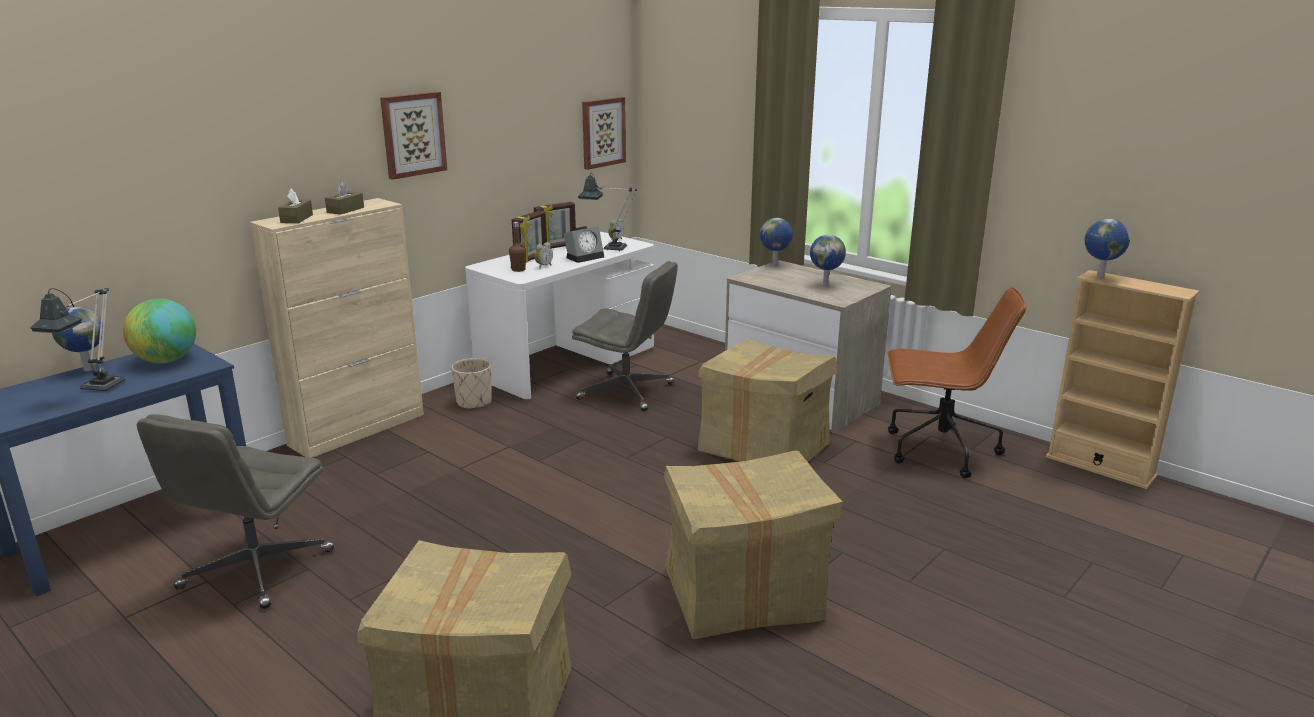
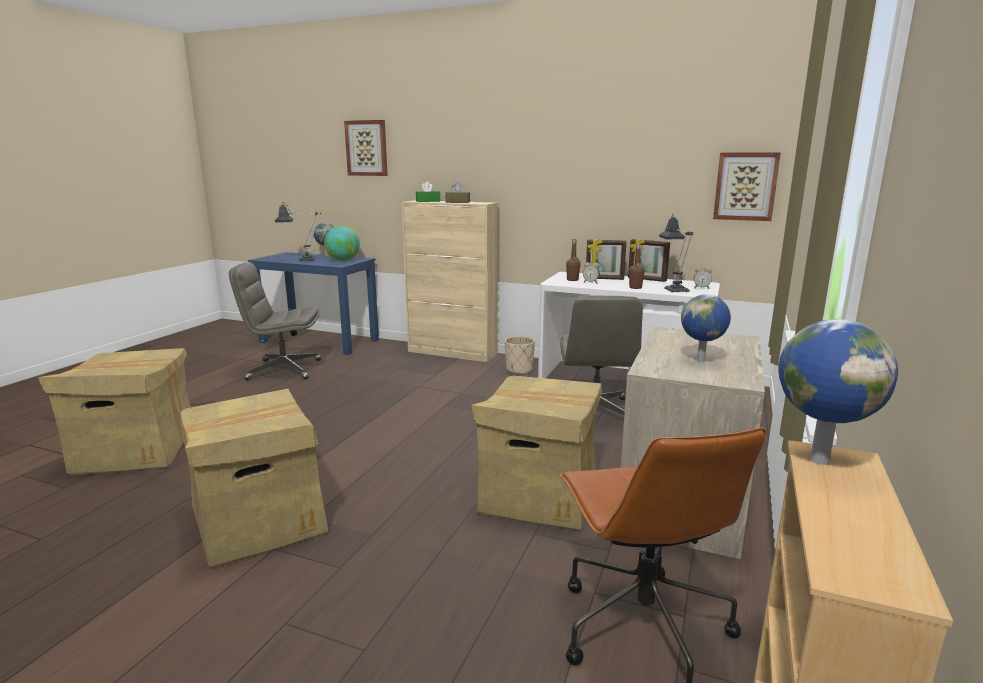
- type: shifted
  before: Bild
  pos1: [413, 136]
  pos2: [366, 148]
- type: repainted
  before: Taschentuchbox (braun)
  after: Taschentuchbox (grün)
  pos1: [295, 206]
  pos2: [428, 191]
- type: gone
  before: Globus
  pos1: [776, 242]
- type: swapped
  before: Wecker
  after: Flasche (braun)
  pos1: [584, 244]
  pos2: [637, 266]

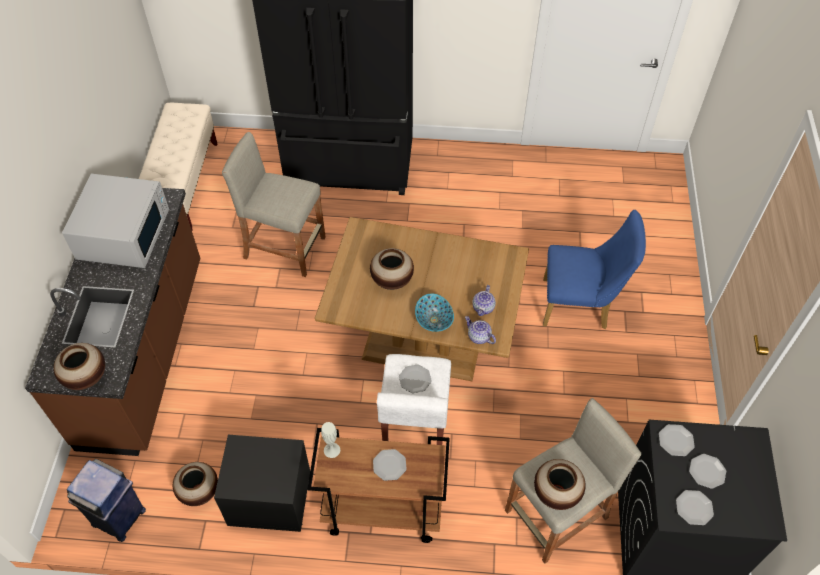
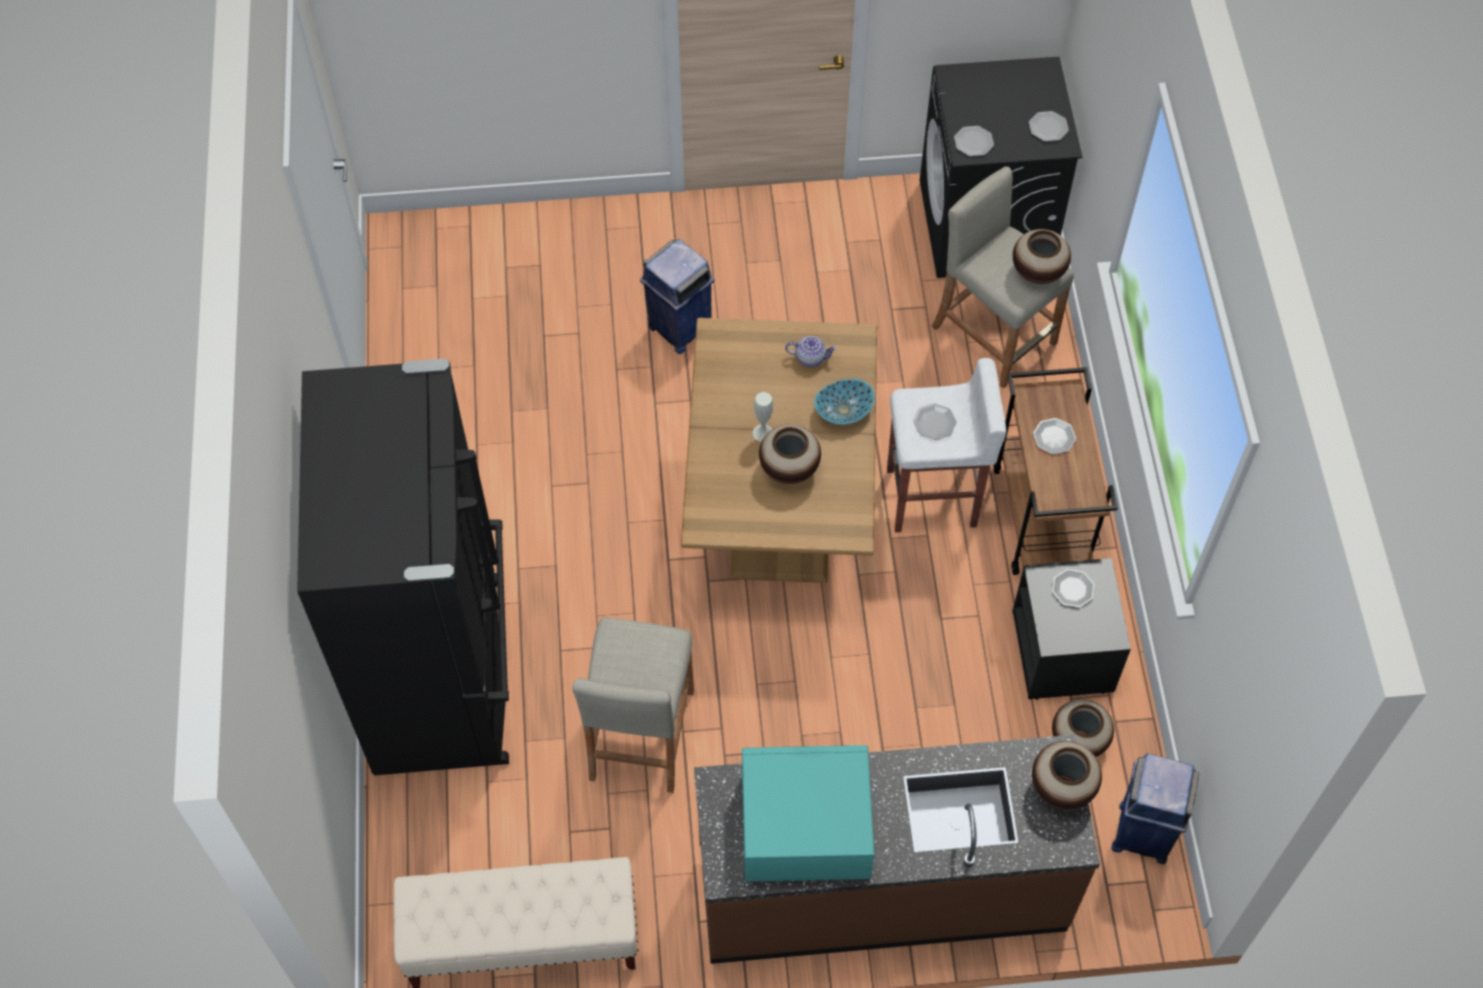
- type: repainted
  before: Mikrowelle (weiß)
  after: Mikrowelle (türkis)
  pos1: [115, 221]
  pos2: [808, 813]
- type: swapped
  before: Stuhl (blau)
  after: Mülleimer (blau)
  pos1: [594, 269]
  pos2: [677, 296]
- type: gone
  before: Teekanne
  pos1: [480, 330]
- type: shifted
  before: Vase (weiß)
  pos1: [330, 440]
  pos2: [763, 417]
- type: shifted
  before: Teller
  pos1: [707, 471]
  pos2: [1073, 588]

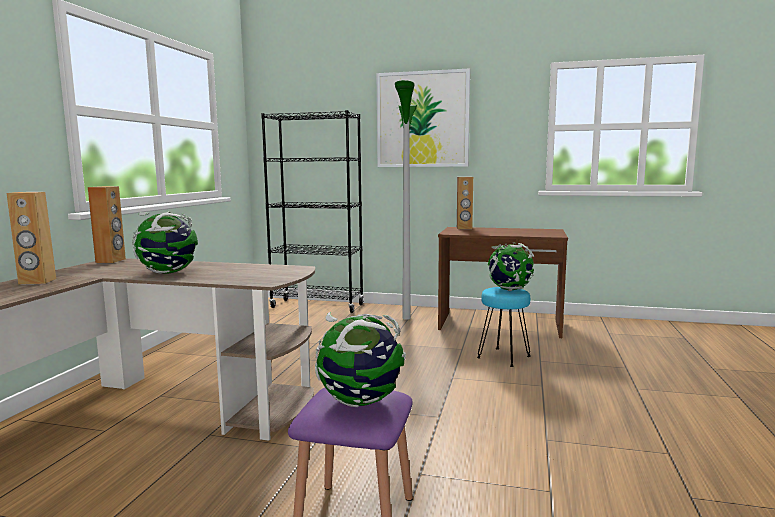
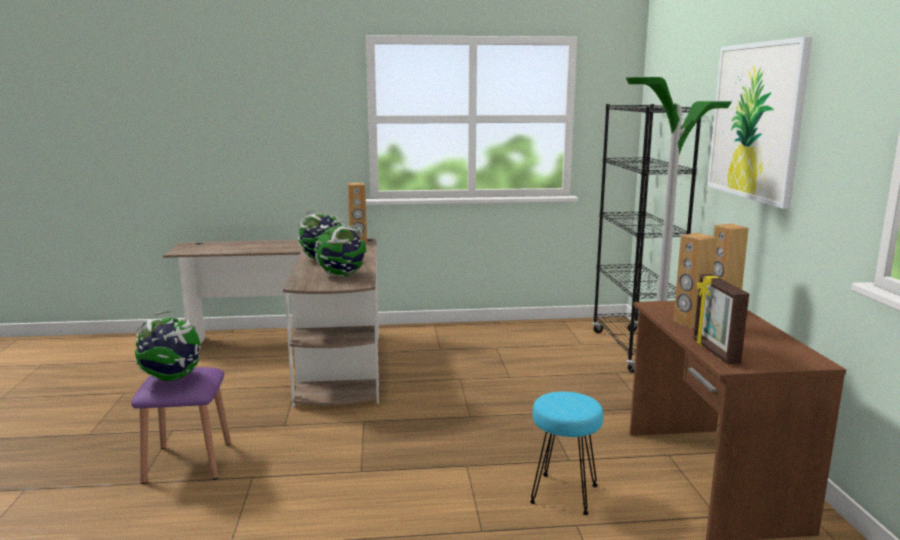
- type: shifted
  before: Lautsprecher (braun)
  pos1: [31, 238]
  pos2: [695, 281]
- type: shifted
  before: Globus
  pos1: [511, 267]
  pos2: [340, 250]
- type: new
  after: Bilderrahmen
  pos2: [721, 319]

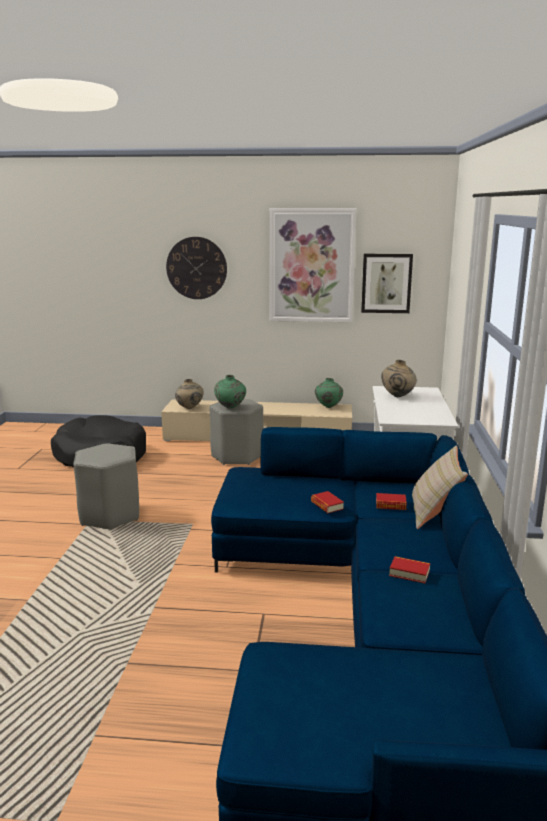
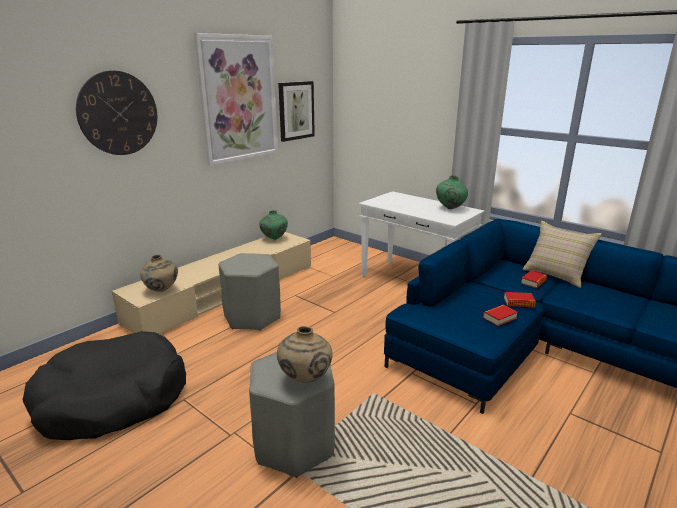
- type: shifted
  before: Vase (beige)
  pos1: [399, 378]
  pos2: [305, 354]
- type: shifted
  before: Vase (grün)
  pos1: [230, 391]
  pos2: [452, 192]
- type: shifted
  before: Buch
  pos1: [409, 570]
  pos2: [500, 315]

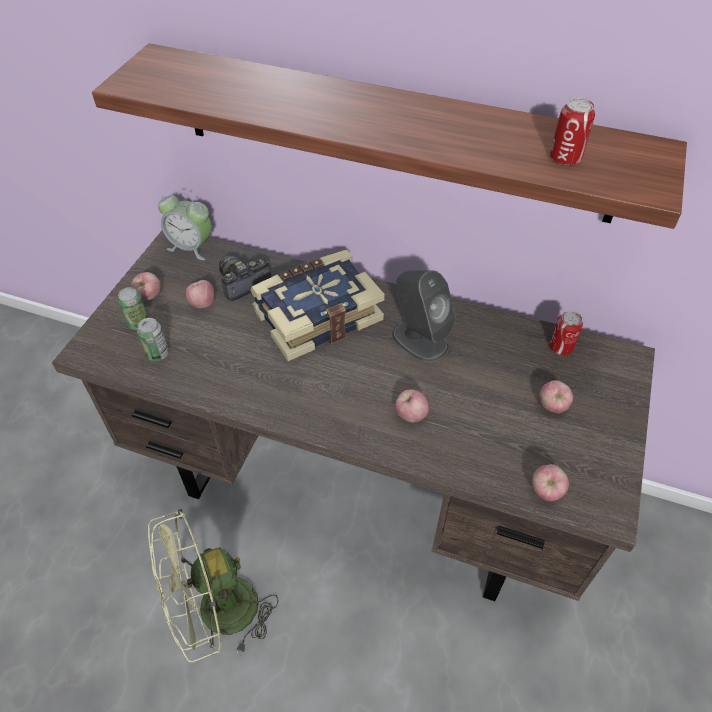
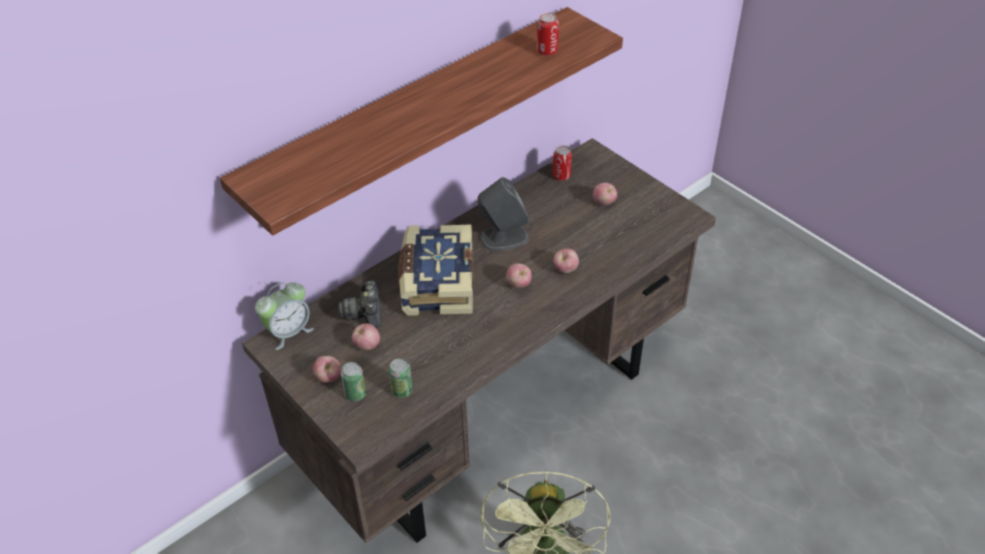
- type: shifted
  before: Apfel
  pos1: [550, 482]
  pos2: [519, 275]

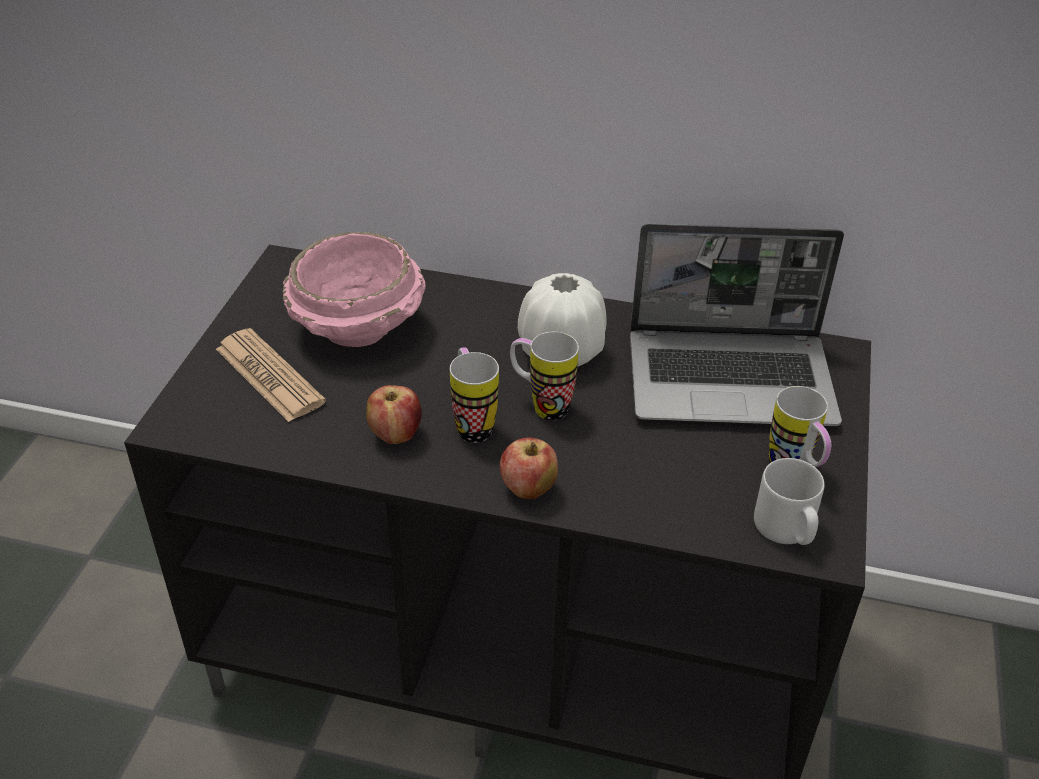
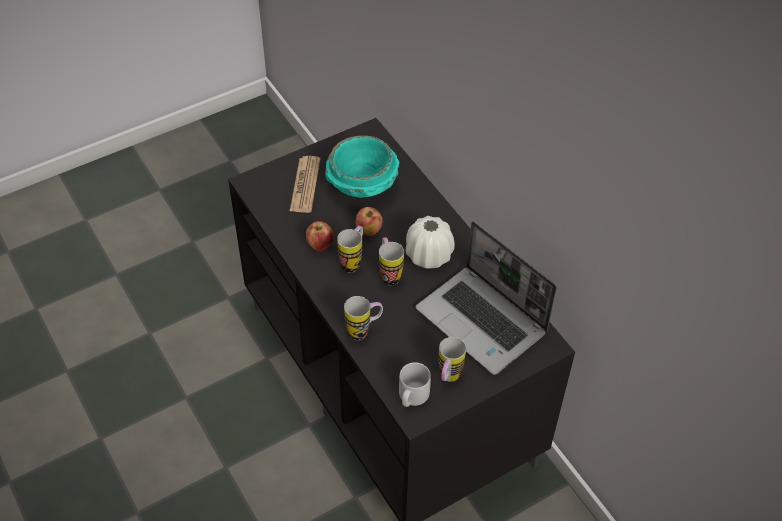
- type: repainted
  before: Schüssel (rosa)
  after: Schüssel (türkis)
  pos1: [354, 289]
  pos2: [362, 166]
- type: shifted
  before: Apfel
  pos1: [529, 468]
  pos2: [369, 221]
- type: new
  after: Henkelbecher
  pos2: [363, 318]

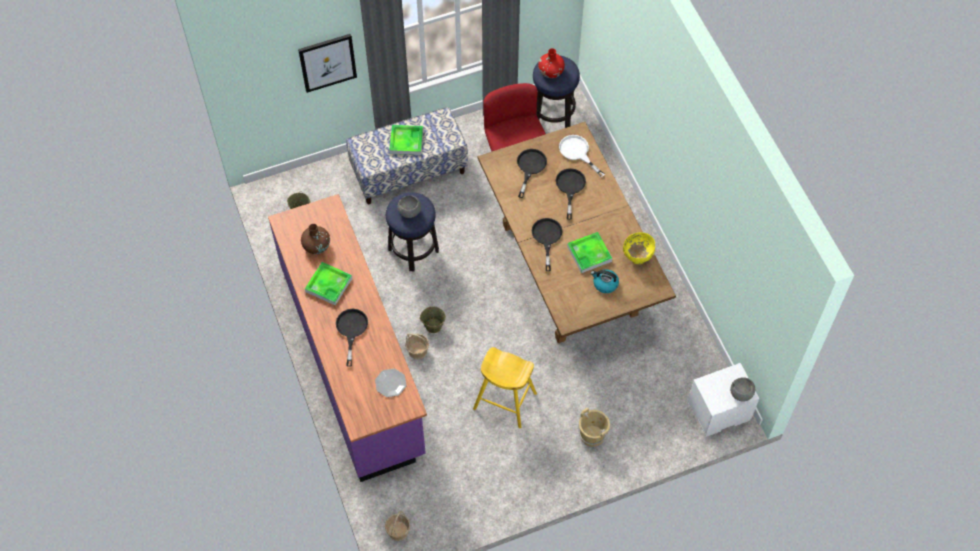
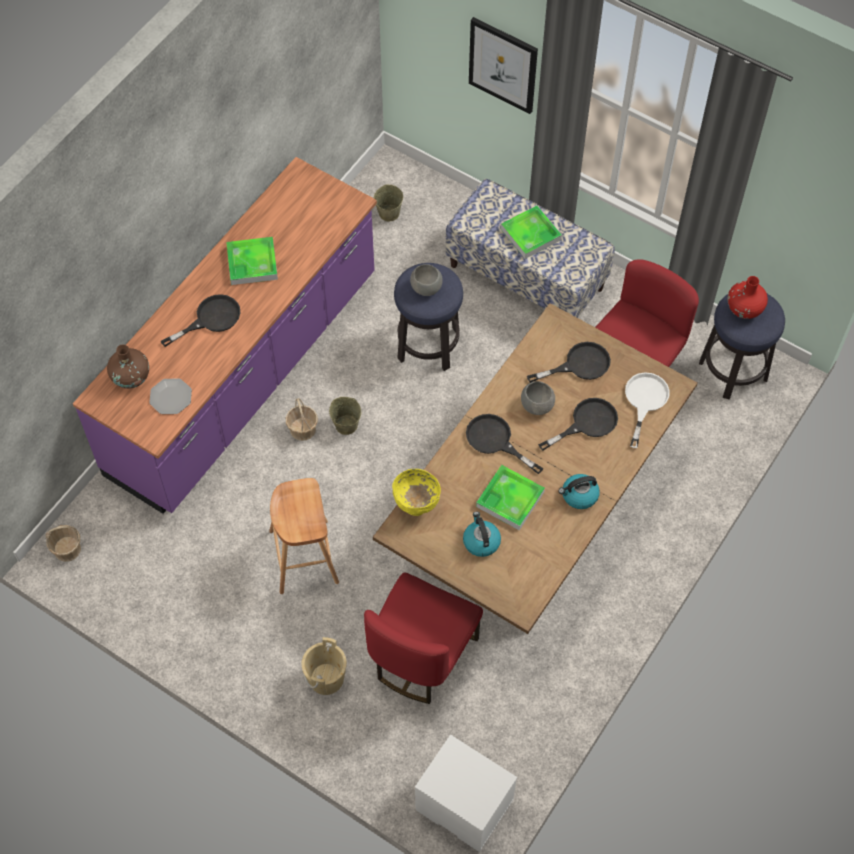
- type: rotated
  before: Pfanne (schwarz)
  pos1: [547, 244]
  pos2: [505, 444]
  turn: -105
- type: shifted
  before: Vase (braun)
  pos1: [315, 239]
  pos2: [128, 366]
- type: shifted
  before: Schüssel (gelb)
  pos1: [639, 248]
  pos2: [416, 492]
- type: repainted
  before: Hocker (gelb)
  after: Hocker (braun)
  pos1: [505, 387]
  pos2: [304, 536]
- type: shifted
  before: Schüssel (grau)
  pos1: [742, 389]
  pos2: [538, 398]
- type: new
  after: Wasserkessel
  pos2: [579, 491]
- type: new
  after: Stuhl (rot)
  pos2: [423, 638]

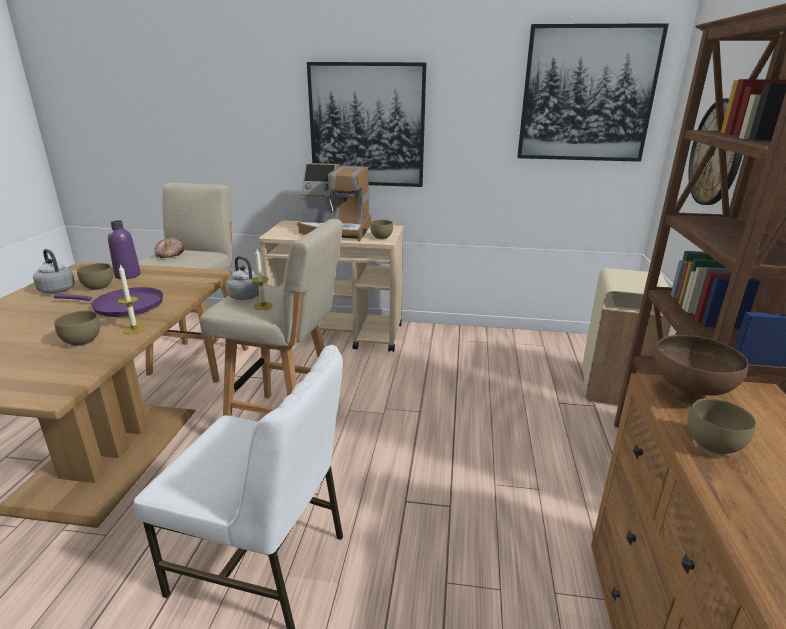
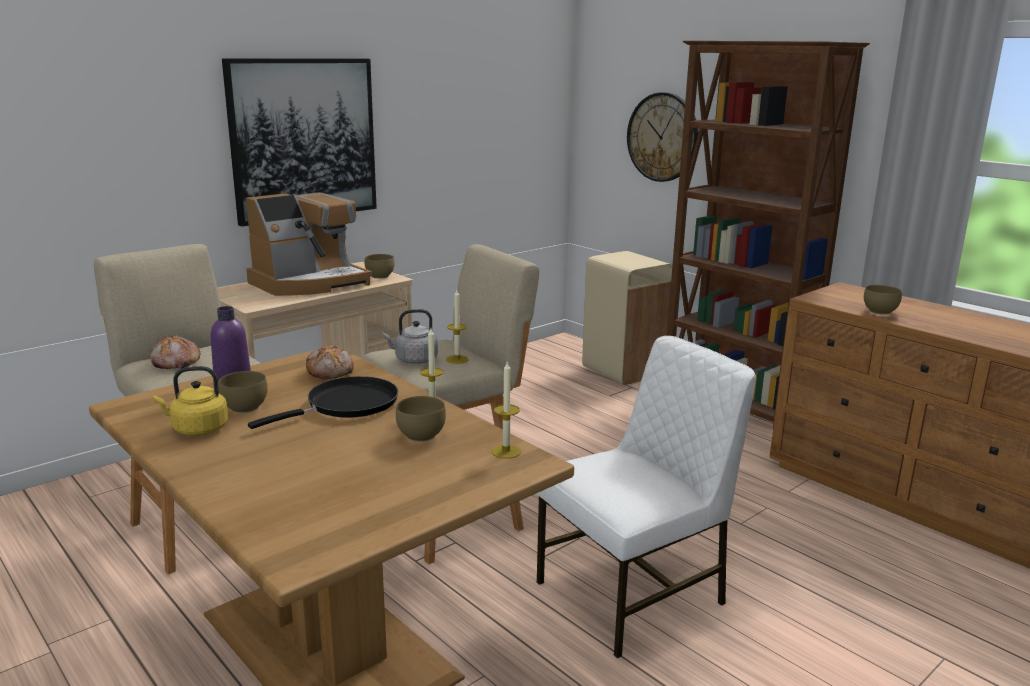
- type: gone
  before: Bild
  pos1: [593, 92]
- type: repainted
  before: Wasserkessel (grau)
  after: Wasserkessel (gelb)
  pos1: [54, 271]
  pos2: [190, 401]
- type: repainted
  before: Pfanne (lila)
  after: Pfanne (schwarz)
  pos1: [108, 302]
  pos2: [323, 402]
- type: gone
  before: Schüssel (braun)
  pos1: [701, 369]
- type: new
  after: Brot
  pos2: [330, 362]
- type: new
  after: Kerze
  pos2: [506, 410]

